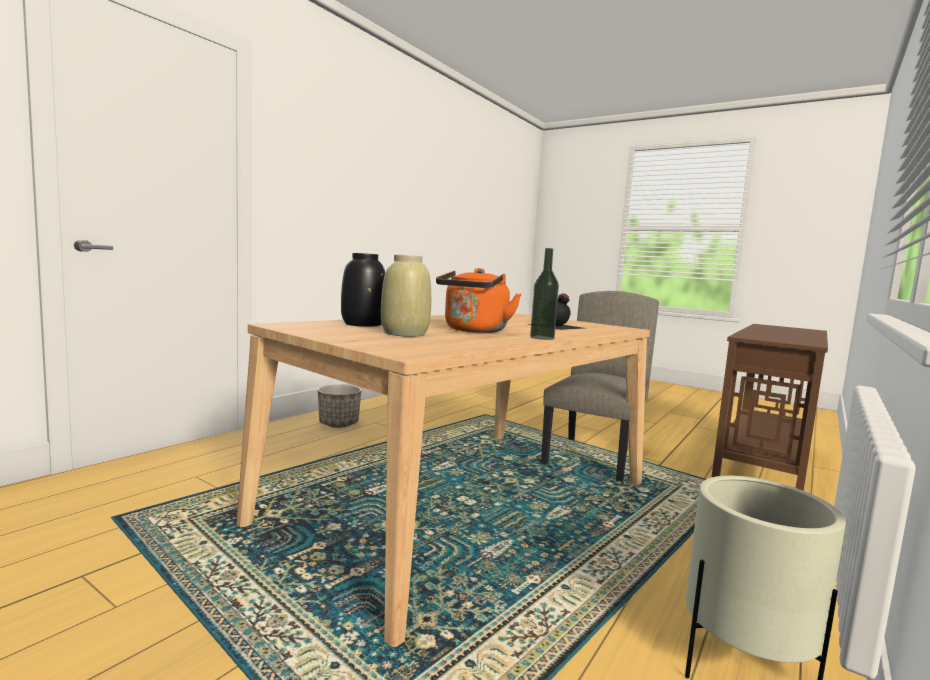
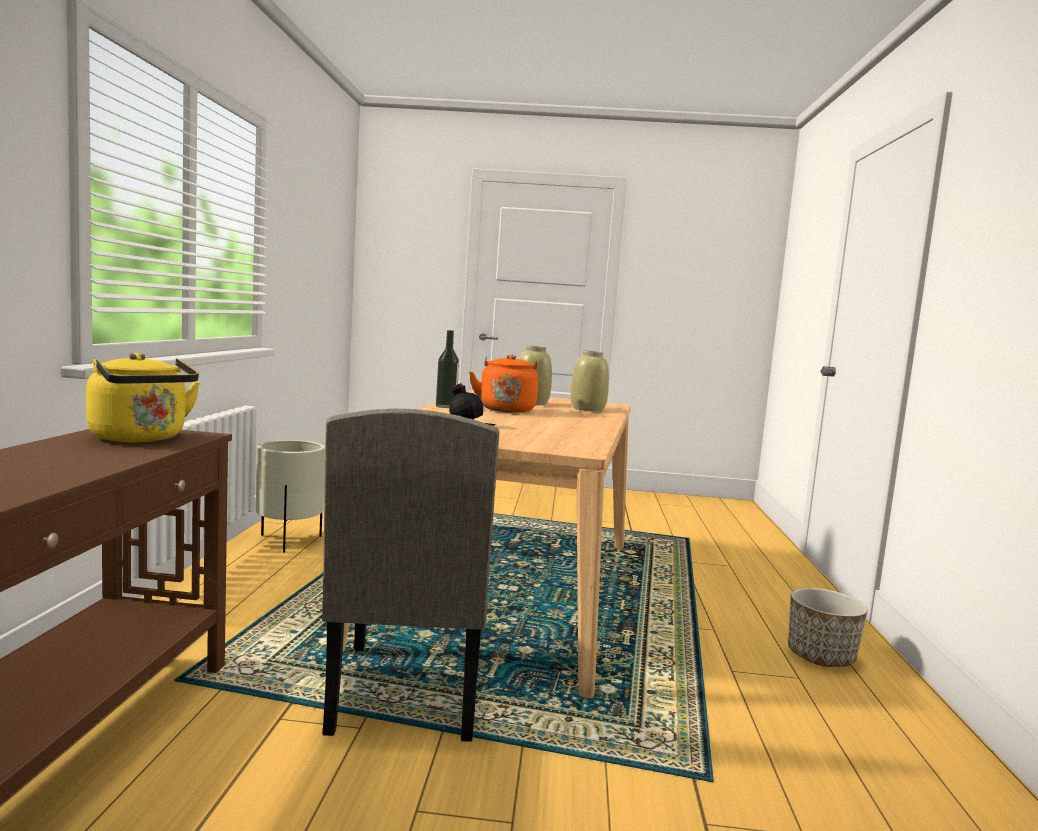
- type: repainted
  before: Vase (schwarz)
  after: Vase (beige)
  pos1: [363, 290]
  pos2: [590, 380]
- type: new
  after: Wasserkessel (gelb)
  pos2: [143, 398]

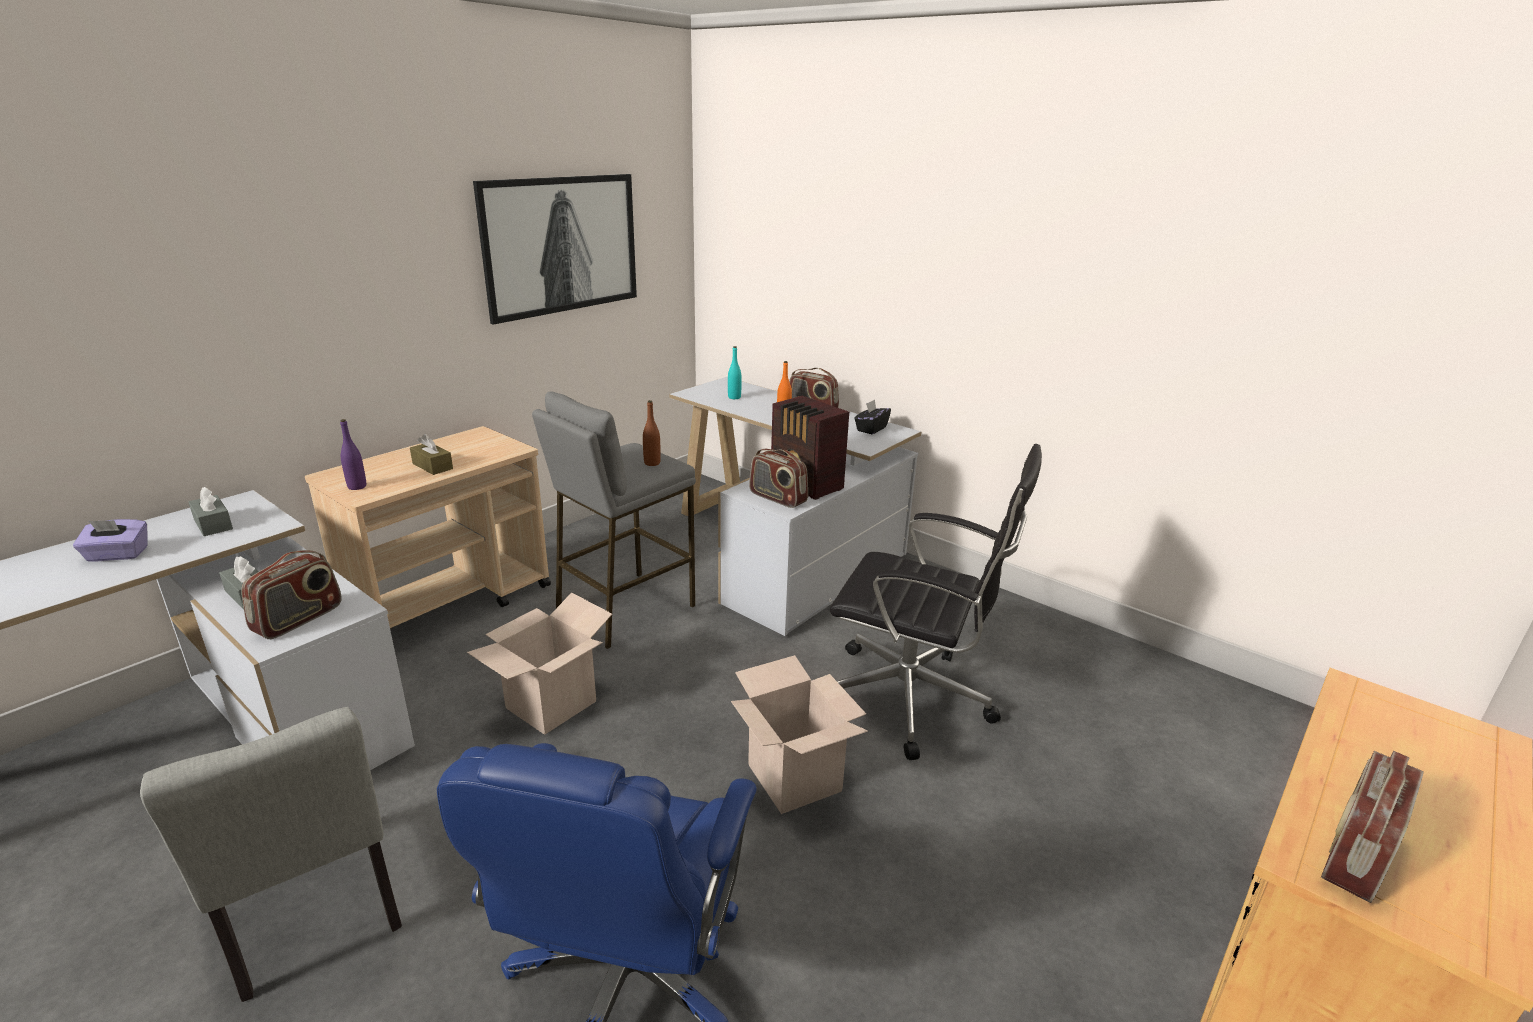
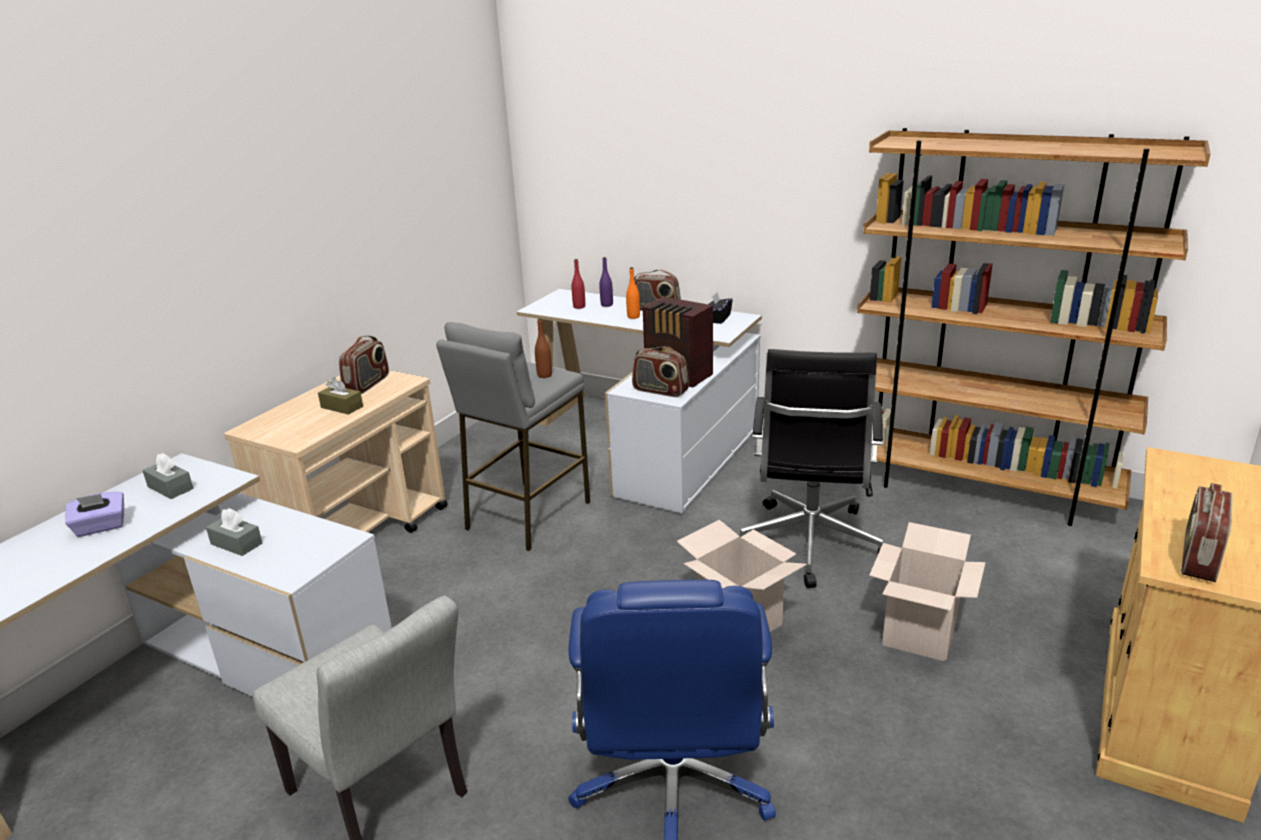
- type: gone
  before: Bild
  pos1: [555, 249]
- type: repainted
  before: Flasche (türkis)
  after: Flasche (rot)
  pos1: [735, 372]
  pos2: [578, 284]
- type: shifted
  before: Flasche (lila)
  pos1: [353, 454]
  pos2: [606, 282]
- type: rotated
  before: Bürostuhl (schwarz)
  pos1: [936, 602]
  pos2: [812, 468]
  turn: 90
- type: shifted
  before: Radio
  pos1: [291, 594]
  pos2: [364, 365]
- type: shifted
  before: Karton
  pos1: [539, 663]
  pos2: [927, 591]
- type: new
  after: Bücherregal (braun)
  pos2: [1033, 327]

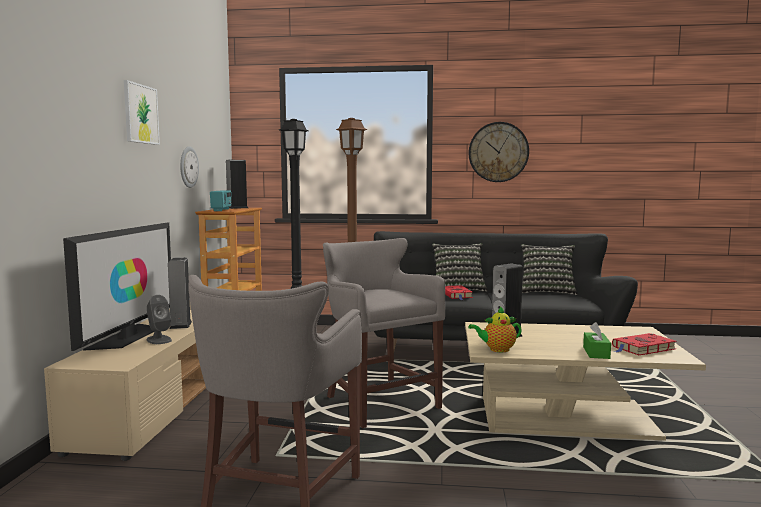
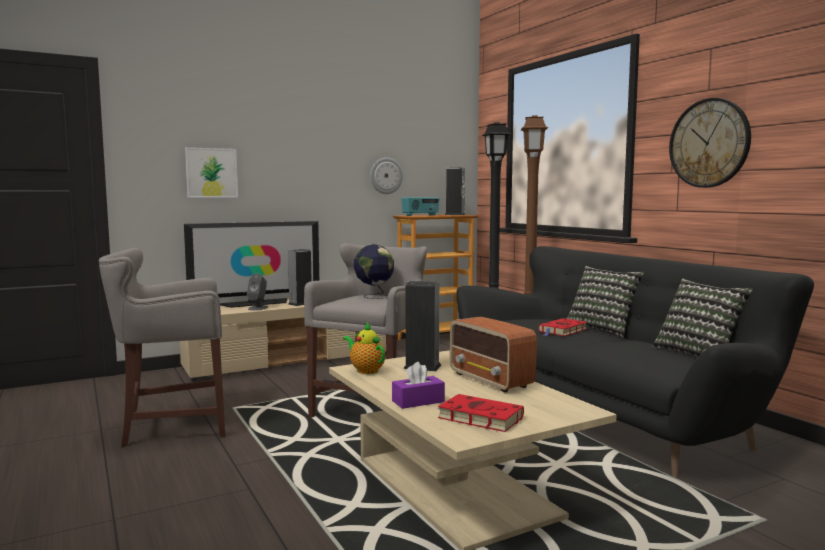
- type: shifted
  before: Bild
  pos1: [142, 112]
  pos2: [211, 172]
- type: repainted
  before: Taschentuchbox (grün)
  after: Taschentuchbox (lila)
  pos1: [597, 340]
  pos2: [418, 385]
- type: new
  after: Globus
  pos2: [374, 271]
- type: new
  after: Radio
  pos2: [493, 354]

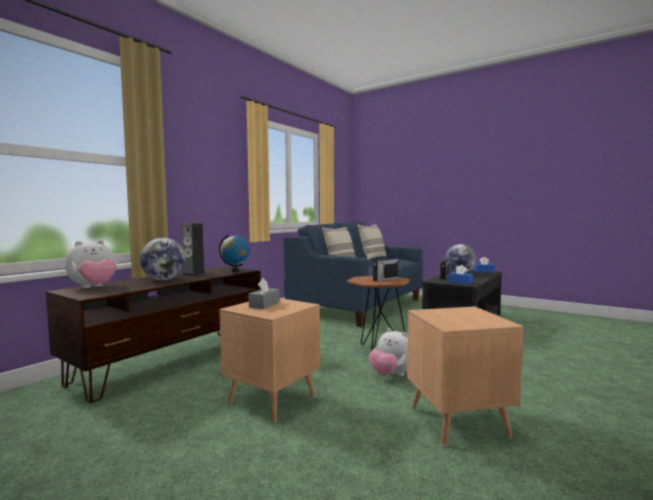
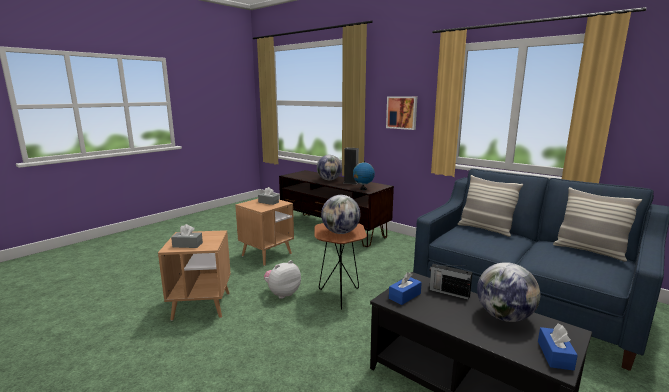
- type: gone
  before: Plüschtier
  pos1: [91, 264]
- type: swapped
  before: Radio
  after: Globus
  pos1: [385, 268]
  pos2: [340, 214]
- type: new
  after: Bild
  pos2: [401, 113]
- type: new
  after: Taschentuchbox (grau)
  pos2: [187, 236]

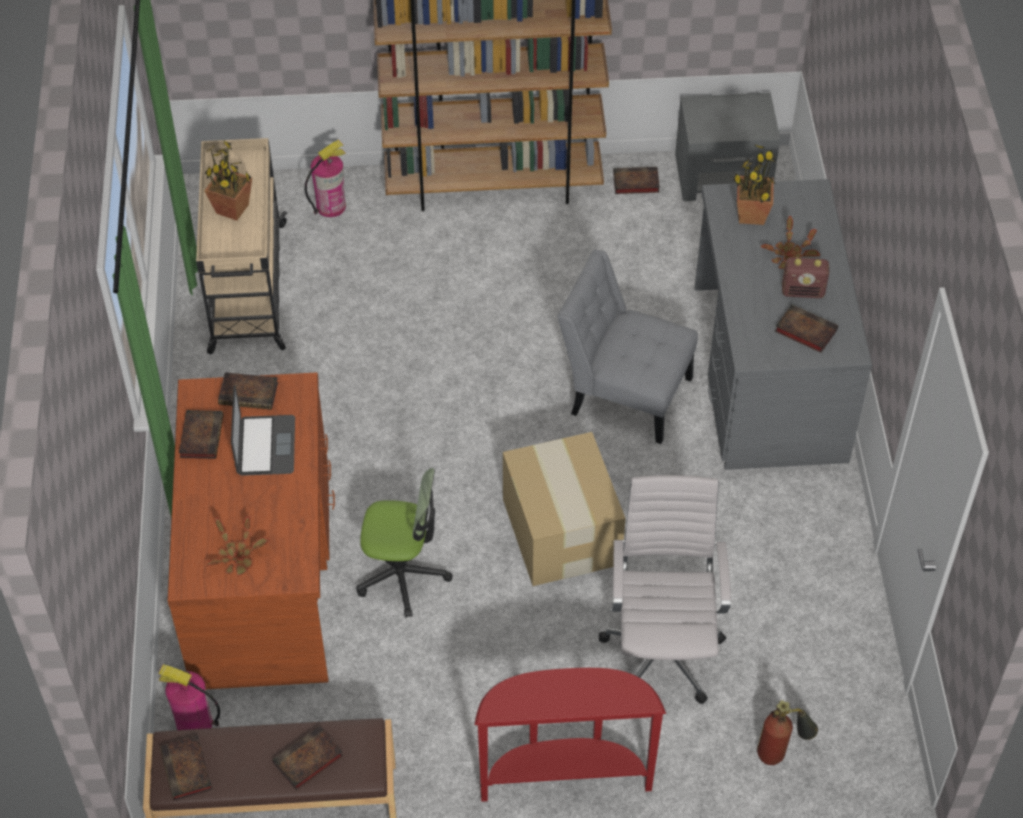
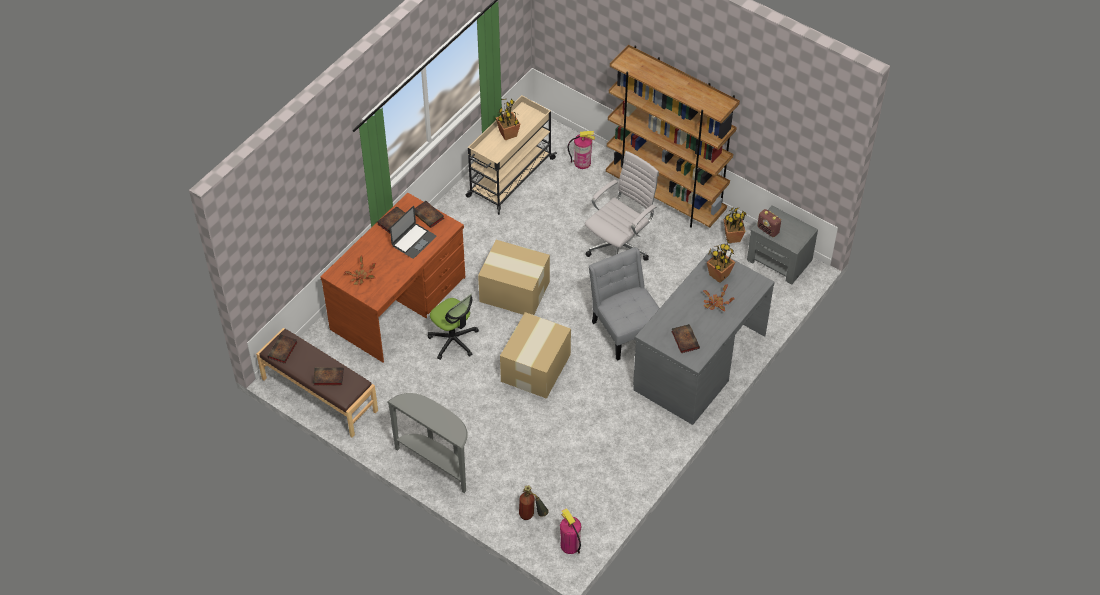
- type: swapped
  before: Buch
  after: Topfpflanze
  pos1: [636, 180]
  pos2: [735, 225]
- type: shifted
  before: Radio
  pos1: [805, 277]
  pos2: [769, 223]
- type: shifted
  before: Bürostuhl (weiß)
  pos1: [665, 589]
  pos2: [622, 206]
- type: shifted
  before: Feuerlöscher
  pos1: [189, 697]
  pos2: [570, 531]
- type: repainted
  before: Konsolentisch (rot)
  after: Konsolentisch (grau)
  pos1: [570, 735]
  pos2: [427, 443]
- type: new
  after: Karton
  pos2: [514, 277]

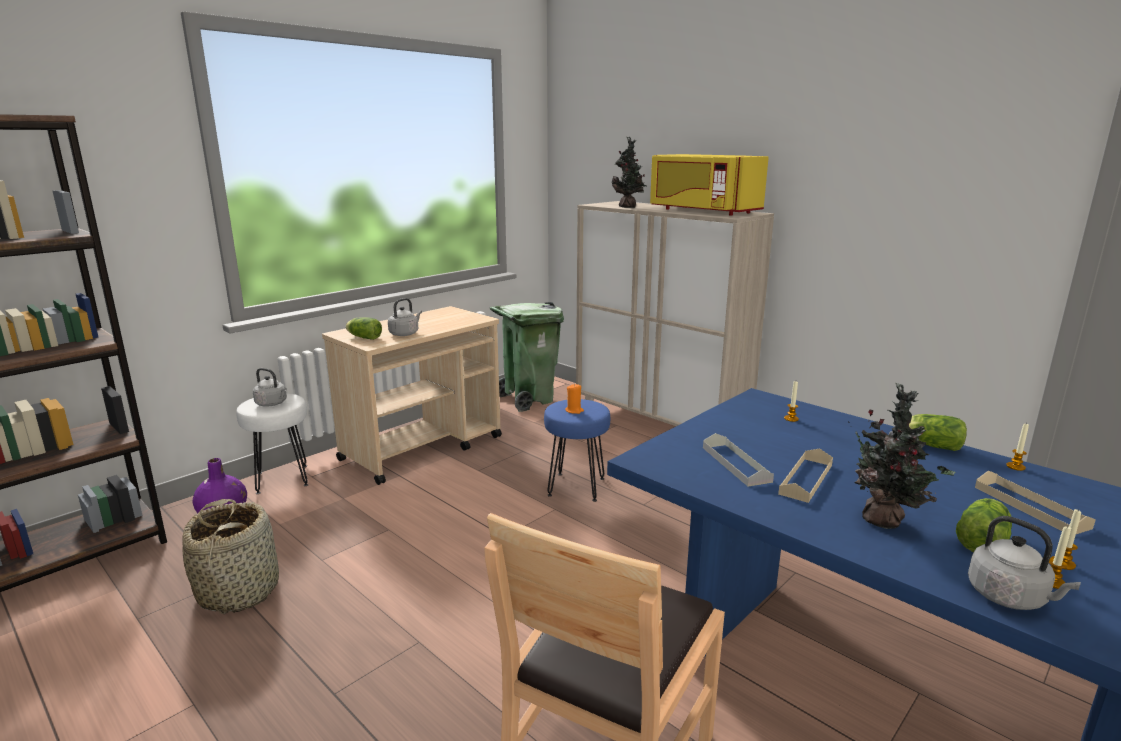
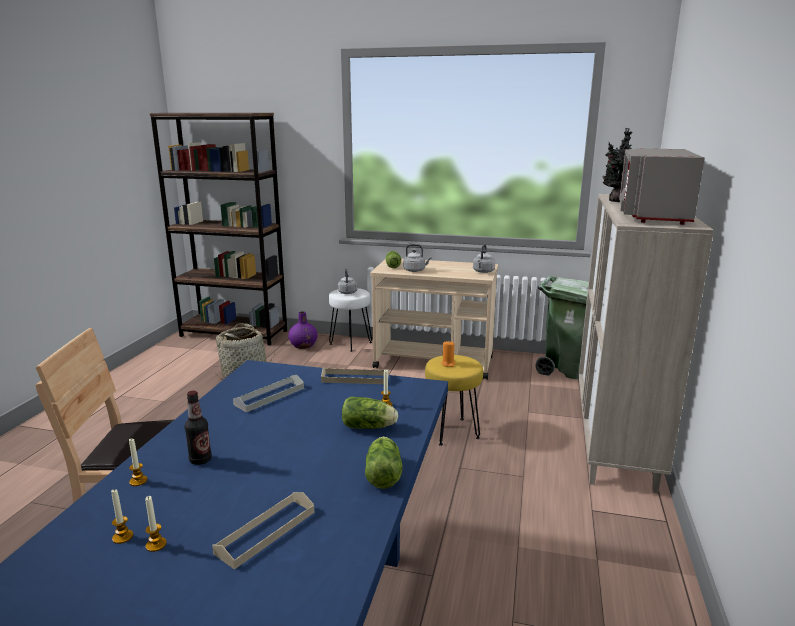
- type: repainted
  before: Mikrowelle (gelb)
  after: Mikrowelle (grau)
  pos1: [709, 185]
  pos2: [662, 186]
- type: swapped
  before: Topfpflanze
  after: Flasche
  pos1: [901, 456]
  pos2: [198, 428]
- type: repainted
  before: Hocker (blau)
  after: Hocker (gelb)
  pos1: [577, 450]
  pos2: [454, 400]
- type: shifted
  before: Kerze
  pos1: [1017, 447]
  pos2: [138, 462]
- type: shifted
  before: Tablett (beige)
  pos1: [805, 475]
  pos2: [355, 376]
- type: shifted
  before: Salatkopf
  pos1: [984, 525]
  pos2: [370, 413]
- type: shifted
  before: Wasserkessel (grau)
  pos1: [1024, 563]
  pos2: [484, 258]

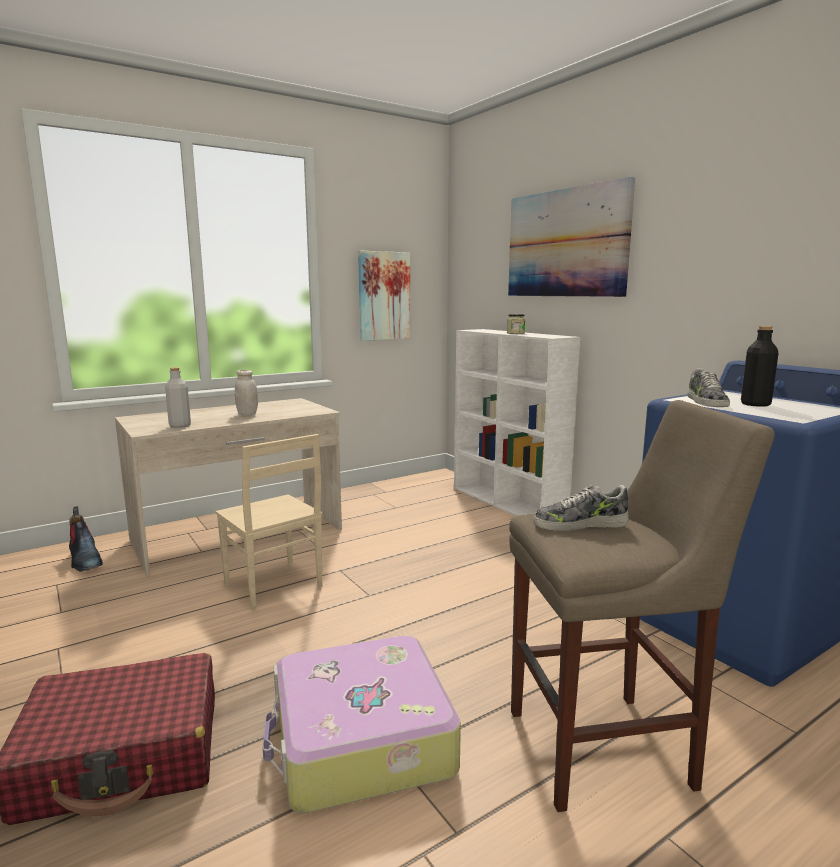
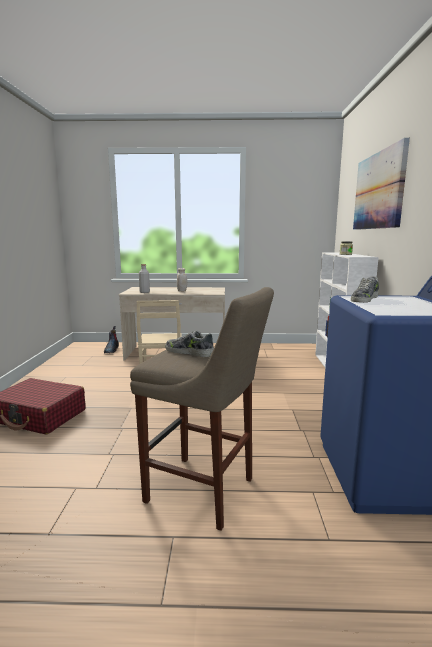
- type: gone
  before: Bild
  pos1: [384, 296]
- type: gone
  before: Flasche (schwarz)
  pos1: [760, 366]
- type: gone
  before: Koffer
  pos1: [362, 724]

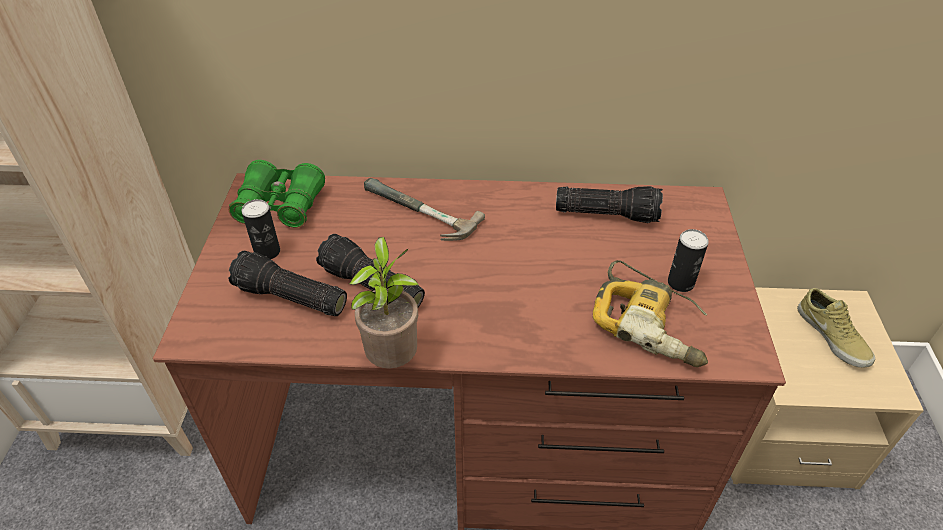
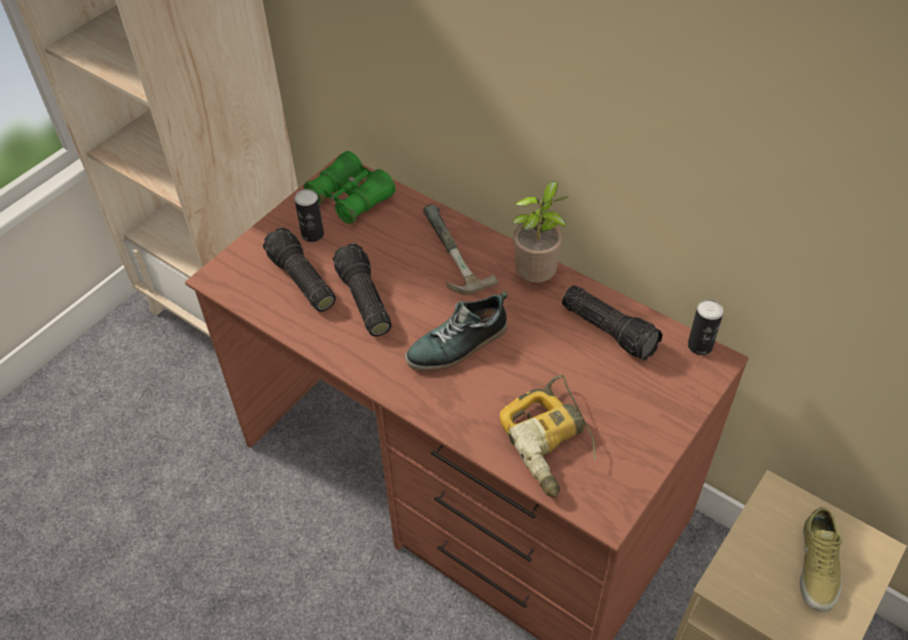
- type: shifted
  before: Dose
  pos1: [688, 260]
  pos2: [706, 327]
- type: shifted
  before: Topfpflanze
  pos1: [384, 302]
  pos2: [540, 232]
- type: new
  after: Schuh
  pos2: [456, 331]

